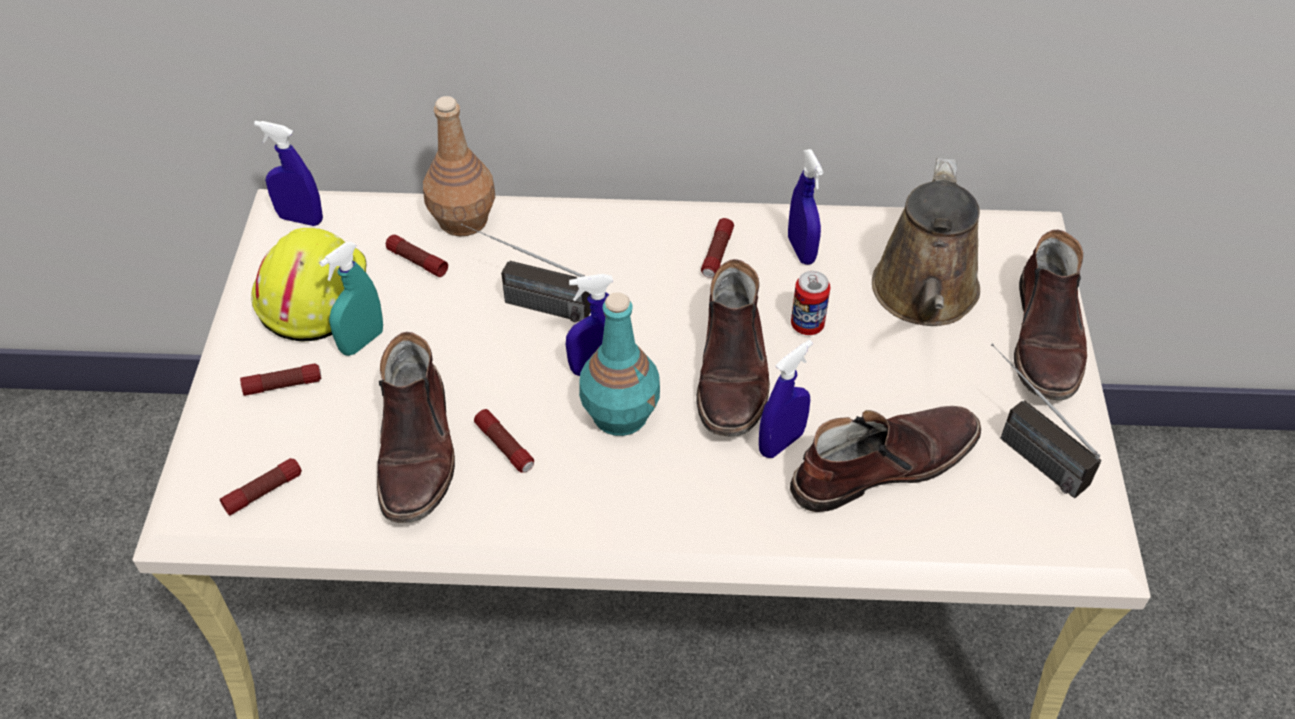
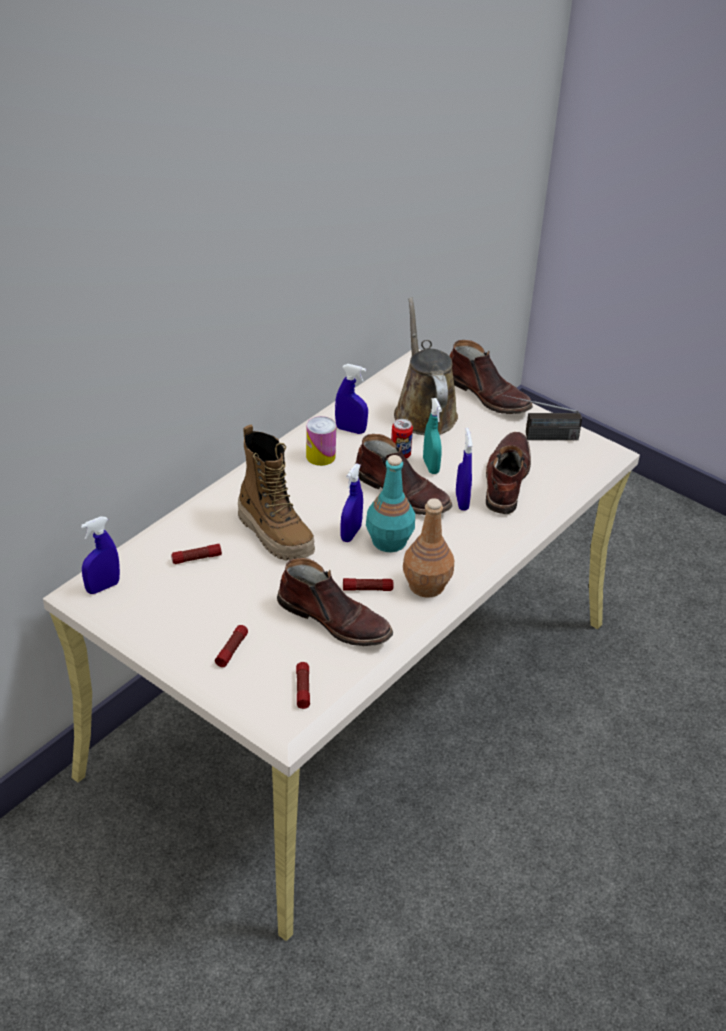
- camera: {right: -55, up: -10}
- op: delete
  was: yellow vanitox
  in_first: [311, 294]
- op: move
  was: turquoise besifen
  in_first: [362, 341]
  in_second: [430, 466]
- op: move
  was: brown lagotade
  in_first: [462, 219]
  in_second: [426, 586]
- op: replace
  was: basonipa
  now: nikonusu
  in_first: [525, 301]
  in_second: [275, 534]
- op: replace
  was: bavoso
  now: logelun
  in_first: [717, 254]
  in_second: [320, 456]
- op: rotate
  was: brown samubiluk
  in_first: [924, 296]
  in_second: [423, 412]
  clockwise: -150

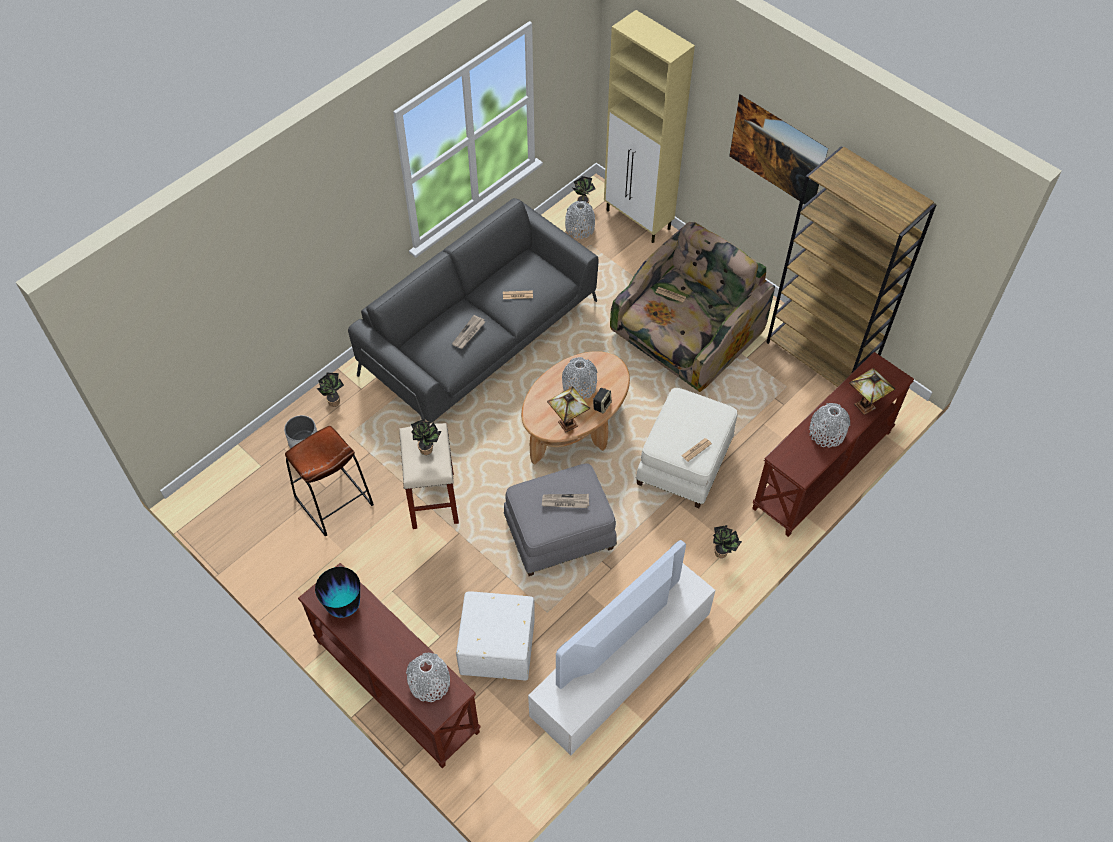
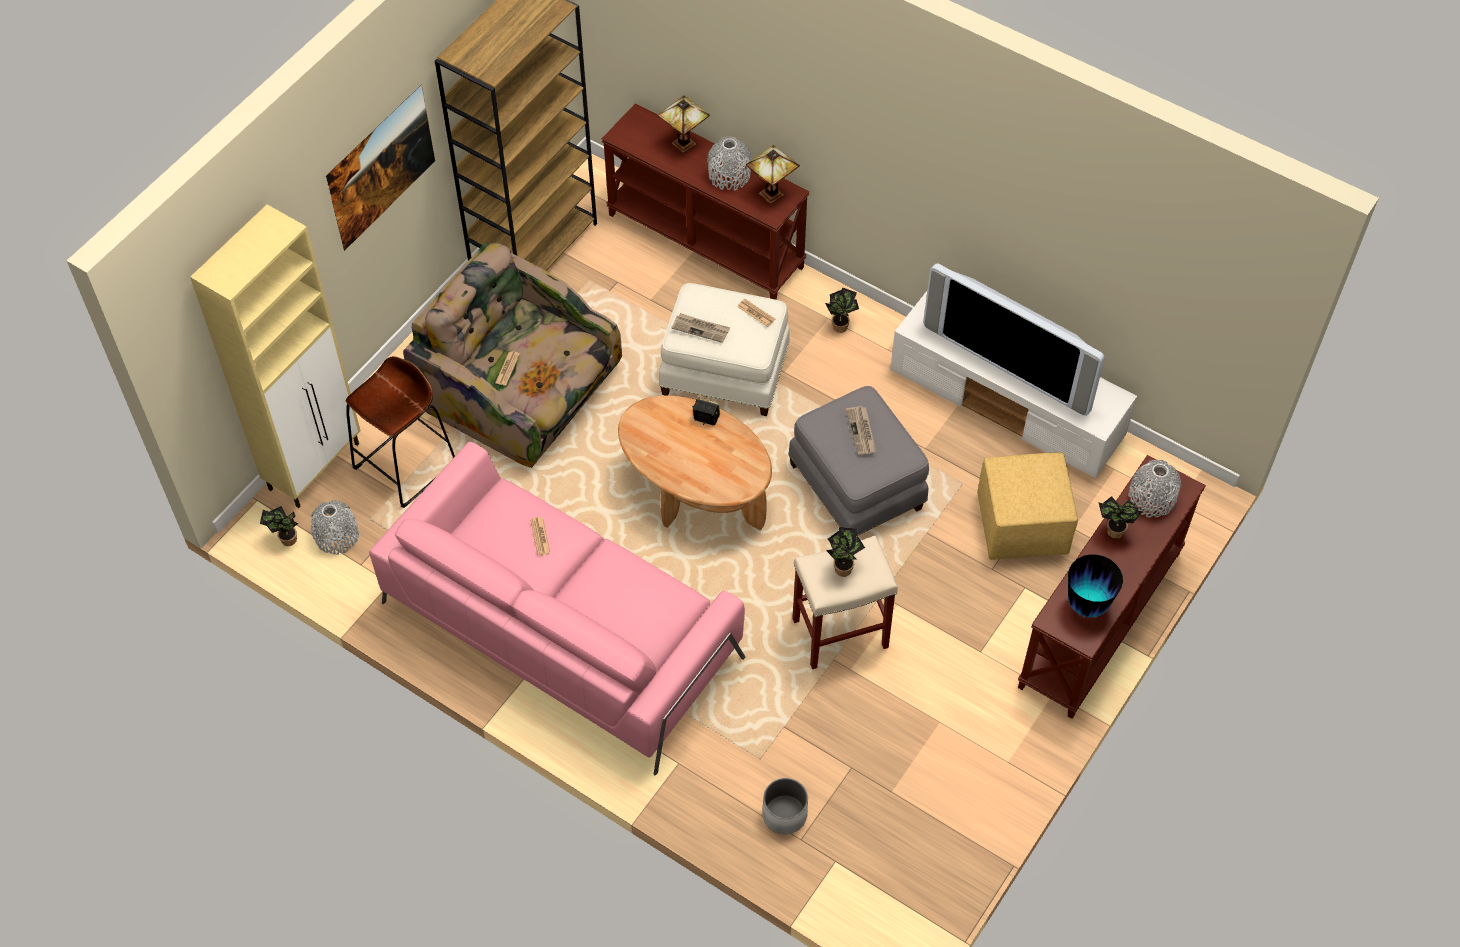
- camera: {right: -100, up: 0}
- op: delete
  was: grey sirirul
  in_first: [579, 386]
- op: move
  was: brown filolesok
  in_first: [334, 502]
  in_second: [405, 466]
- op: move
  was: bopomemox
  in_first: [333, 400]
  in_second: [1113, 532]
- op: move
  was: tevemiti
  in_first: [468, 333]
  in_second: [701, 329]
- op: move
  was: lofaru
  in_first: [569, 424]
  in_second: [771, 193]
- op: recolor
  was: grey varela
  now: pink varela
  in_first: [479, 337]
  in_second: [562, 629]
- op: recolor
  was: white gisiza
  now: yellow gisiza
  in_first: [497, 649]
  in_second: [1023, 526]

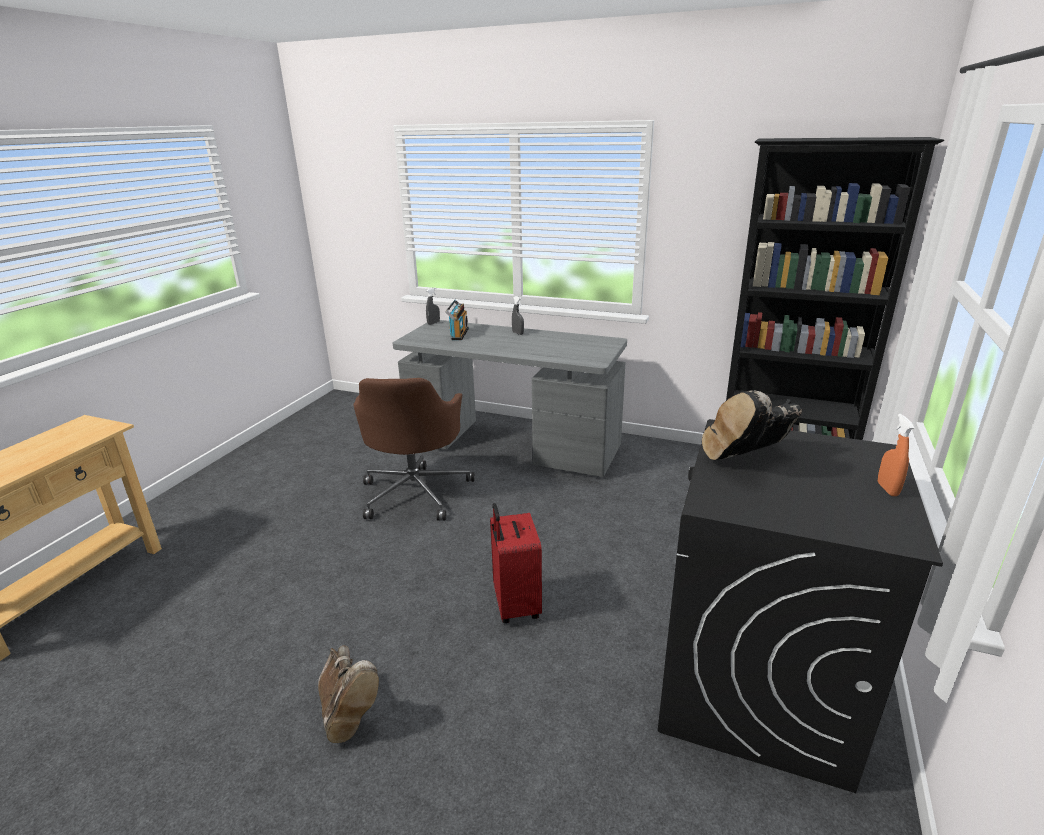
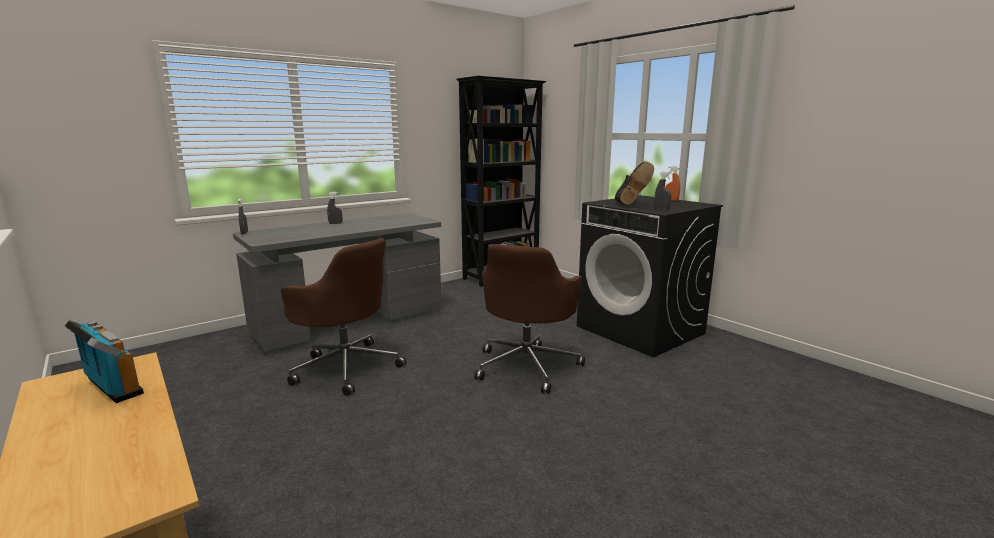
- camera: {right: -60, up: -10}
- op: delete
  was: brown nikonusu
  in_first: [347, 713]
- op: insert
  now: grey besifen
  in_second: [661, 209]
- op: move
  was: basonipa
  in_first: [458, 334]
  in_second: [110, 387]
- op: replace
  was: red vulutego
  now: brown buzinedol
  in_first: [515, 605]
  in_second: [527, 365]

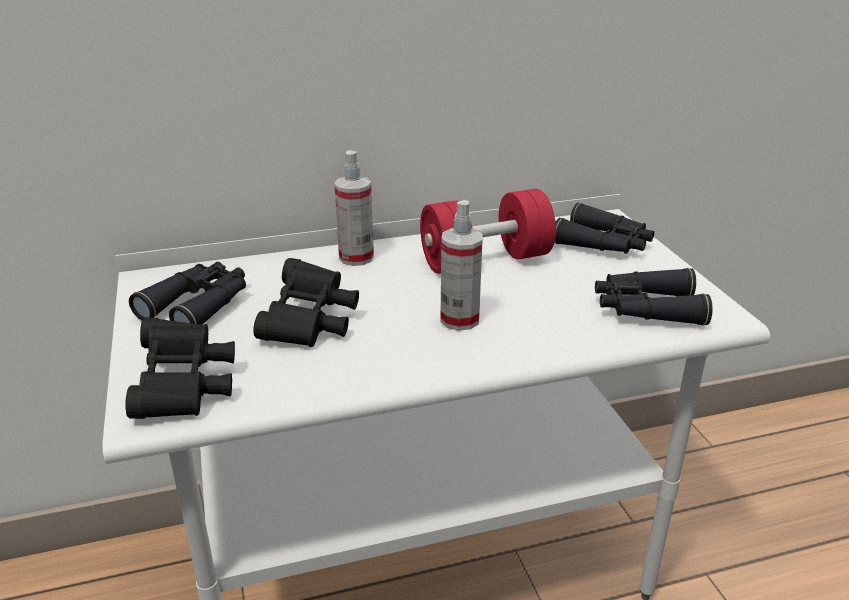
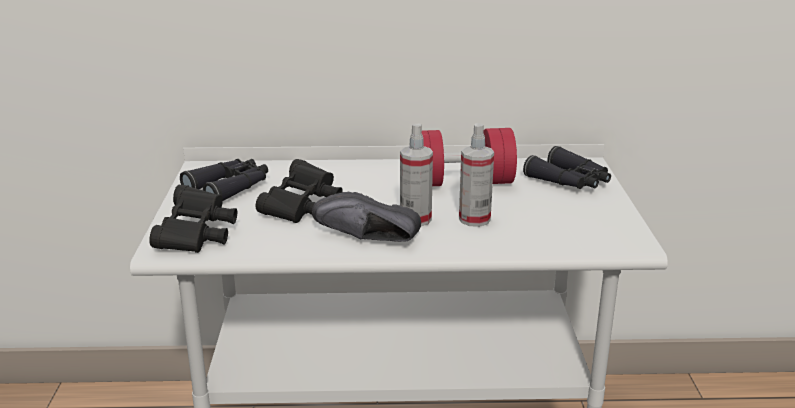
- camera: {right: 15, up: -5}
- op: delete
  was: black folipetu
  in_first: [646, 309]
- op: insert
  now: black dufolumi
  in_second: [366, 240]
- op: move
  was: besifen
  in_first: [356, 257]
  in_second: [474, 219]

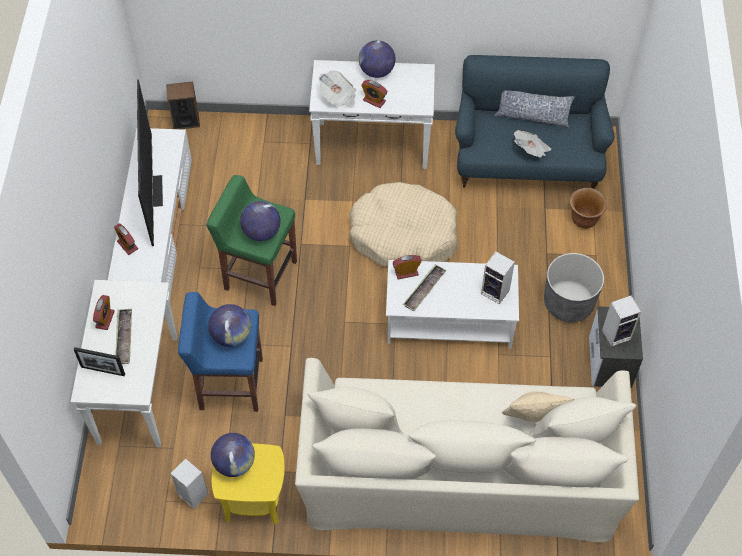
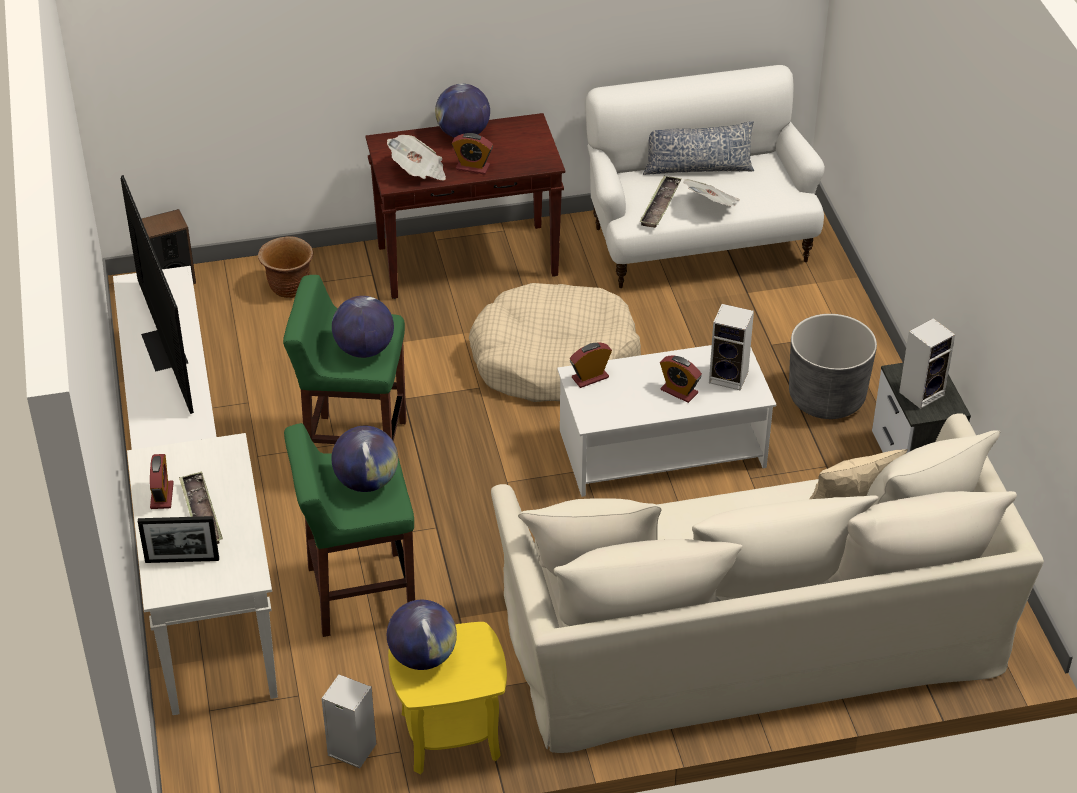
- camera: {right: -15, up: -15}
- op: move
  was: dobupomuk
  in_first: [127, 245]
  in_second: [679, 391]
- op: move
  was: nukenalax
  in_first: [424, 289]
  in_second: [660, 205]
- op: move
  was: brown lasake
  in_first: [583, 219]
  in_second: [288, 288]
- op: recolor
  was: blue filolesok
  now: green filolesok
  in_first: [230, 384]
  in_second: [358, 594]
- op: recolor
  was: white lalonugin
  now: brown lalonugin
  in_first: [373, 145]
  in_second: [469, 261]
- op: recolor
  was: blue varela
  now: white varela
  in_first: [526, 161]
  in_second: [699, 242]

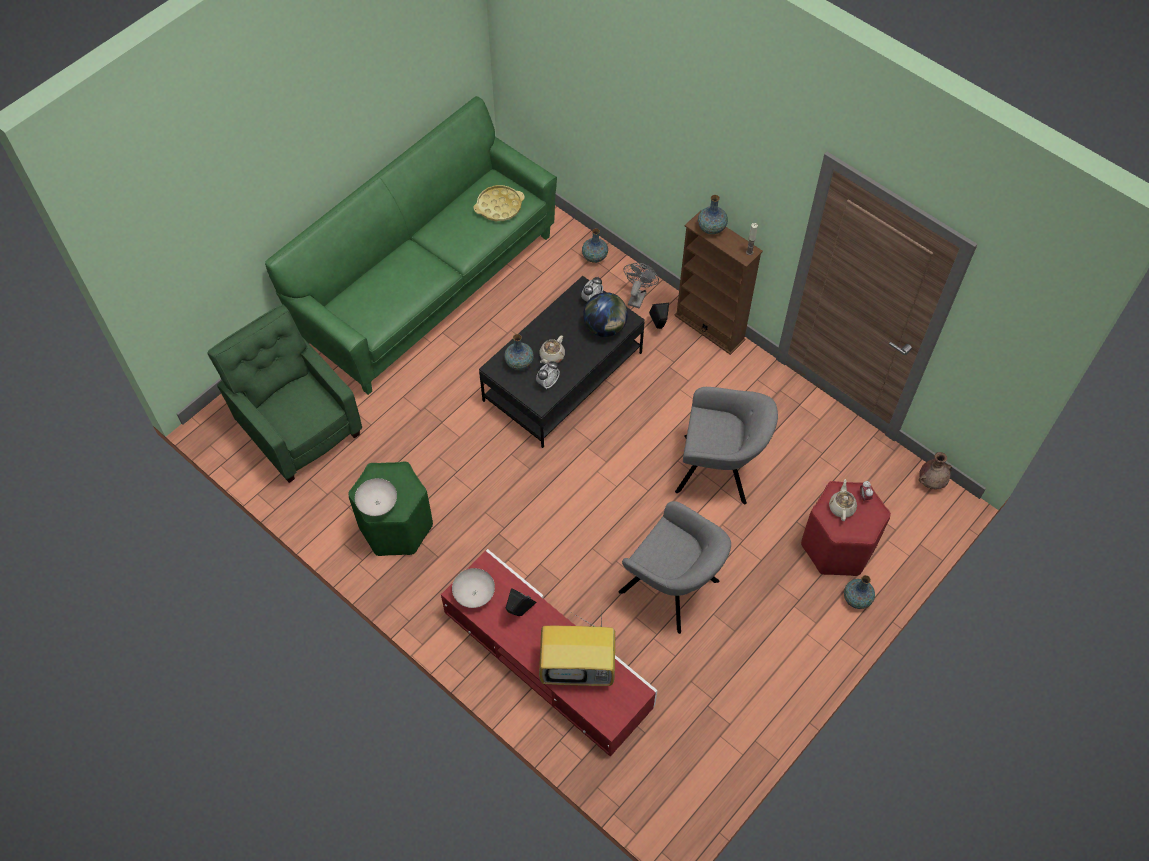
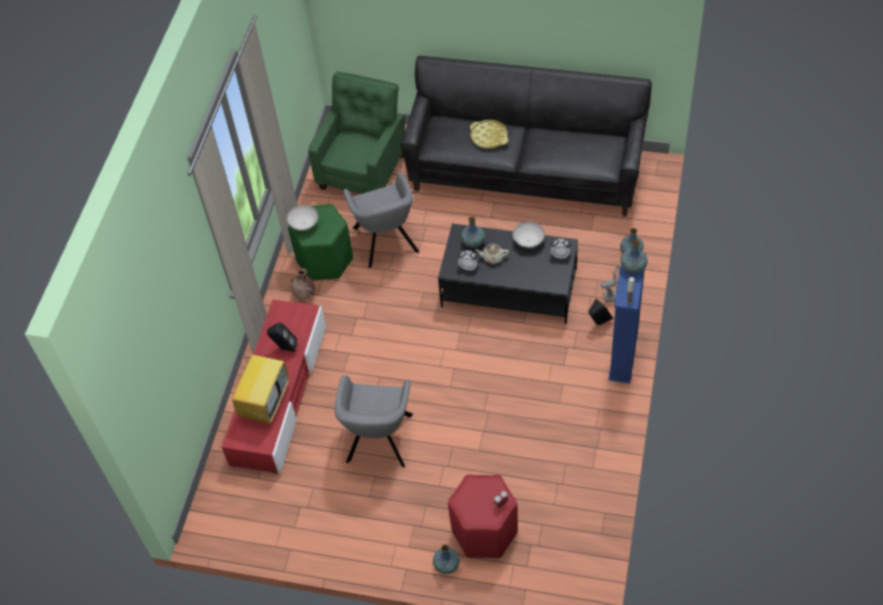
- camera: {right: 65, up: -5}
- op: delete
  was: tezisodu
  in_first: [605, 327]
- op: delete
  was: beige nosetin
  in_first: [841, 507]
- op: move
  was: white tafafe
  in_first: [474, 593]
  in_second: [529, 241]
- op: move
  was: yellow nukenalax
  in_first: [499, 206]
  in_second: [489, 137]
- op: move
  was: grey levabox
  in_first: [719, 470]
  in_second: [386, 242]
- op: move
  was: brown sirirul
  in_first: [931, 481]
  in_second: [304, 294]
- op: recolor
  was: green varela
  now: black varela
  in_first: [428, 287]
  in_second: [525, 173]
- op: recolor
  was: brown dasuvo
  now: blue dasuvo
  in_first: [709, 327]
  in_second: [623, 355]
- op: rotate
  was: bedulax
  in_first: [579, 666]
  in_second: [265, 401]
  clockwise: -135

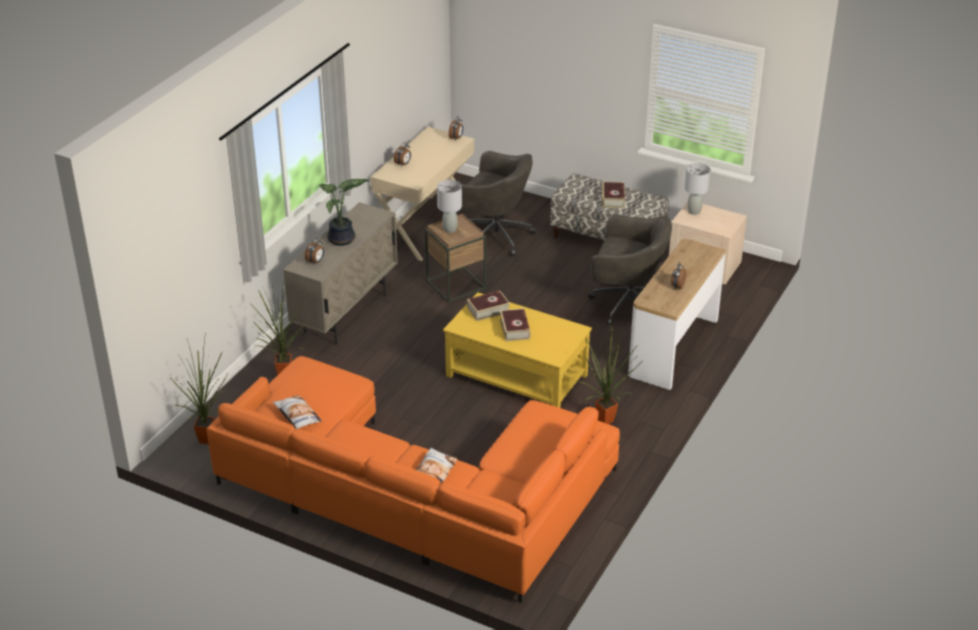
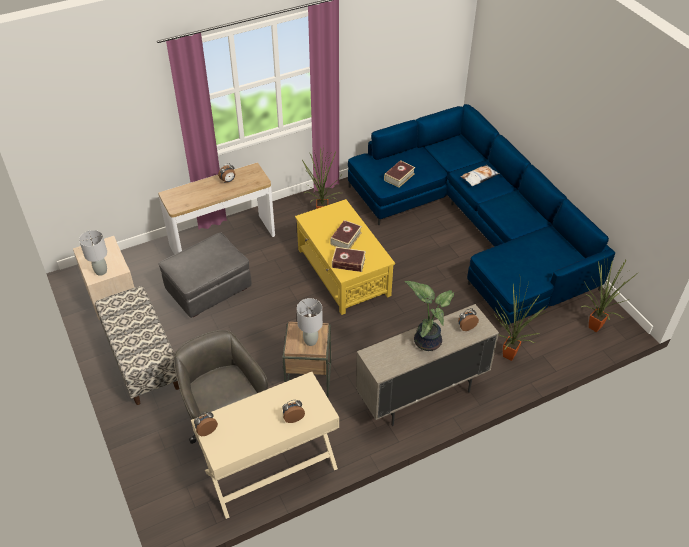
- camera: {right: -145, up: 10}
- op: delete
  was: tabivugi
  in_first: [297, 415]
- op: move
  was: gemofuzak
  in_first: [613, 199]
  in_second: [399, 177]
- op: replace
  was: grey buzinedol
  now: grey gisiza
  in_first: [626, 304]
  in_second: [208, 289]
- op: recolor
  was: orange varela
  now: blue varela
  in_first: [416, 494]
  in_second: [475, 225]

